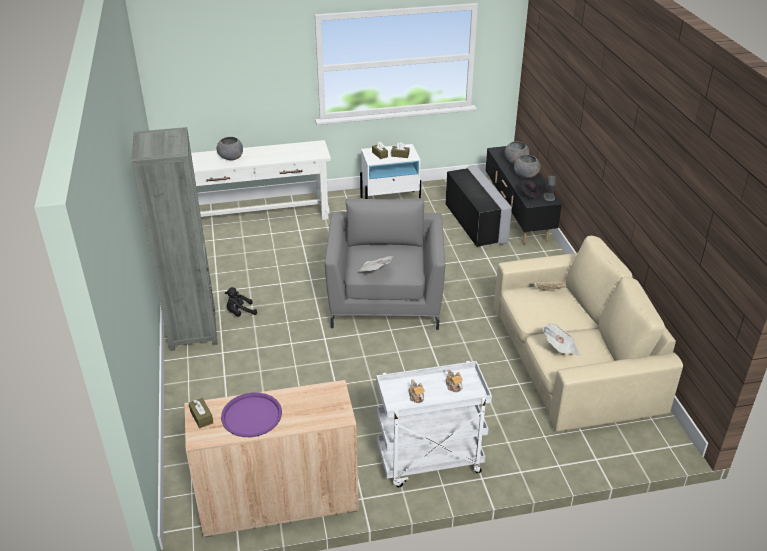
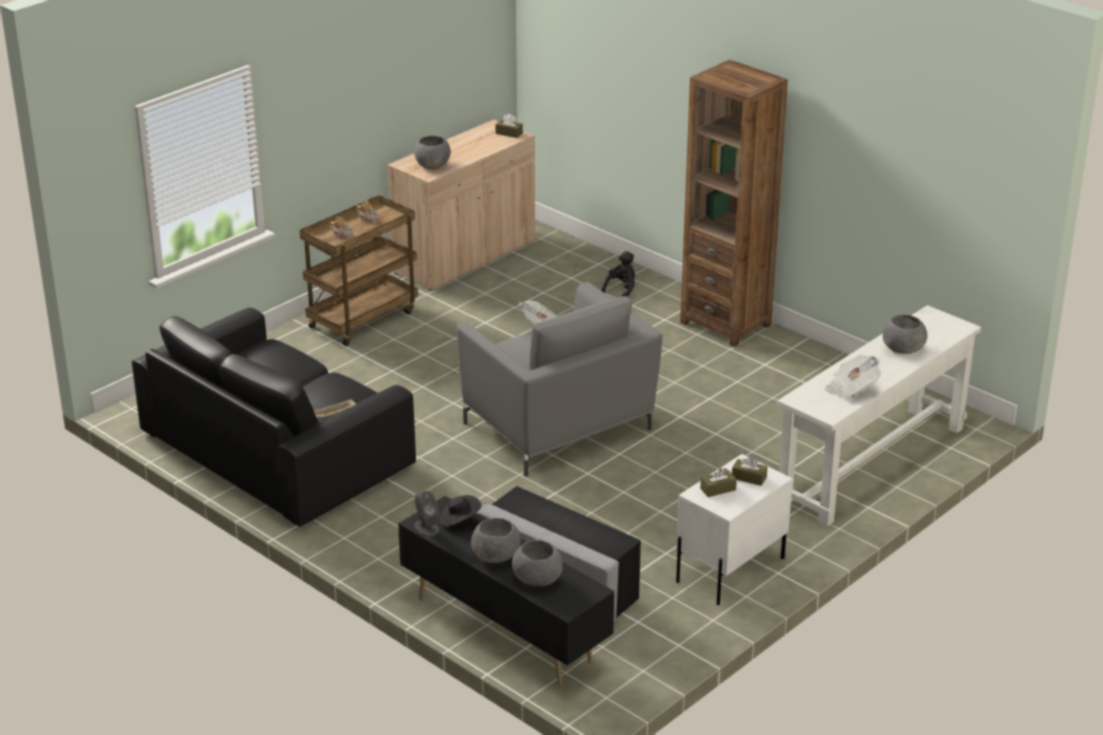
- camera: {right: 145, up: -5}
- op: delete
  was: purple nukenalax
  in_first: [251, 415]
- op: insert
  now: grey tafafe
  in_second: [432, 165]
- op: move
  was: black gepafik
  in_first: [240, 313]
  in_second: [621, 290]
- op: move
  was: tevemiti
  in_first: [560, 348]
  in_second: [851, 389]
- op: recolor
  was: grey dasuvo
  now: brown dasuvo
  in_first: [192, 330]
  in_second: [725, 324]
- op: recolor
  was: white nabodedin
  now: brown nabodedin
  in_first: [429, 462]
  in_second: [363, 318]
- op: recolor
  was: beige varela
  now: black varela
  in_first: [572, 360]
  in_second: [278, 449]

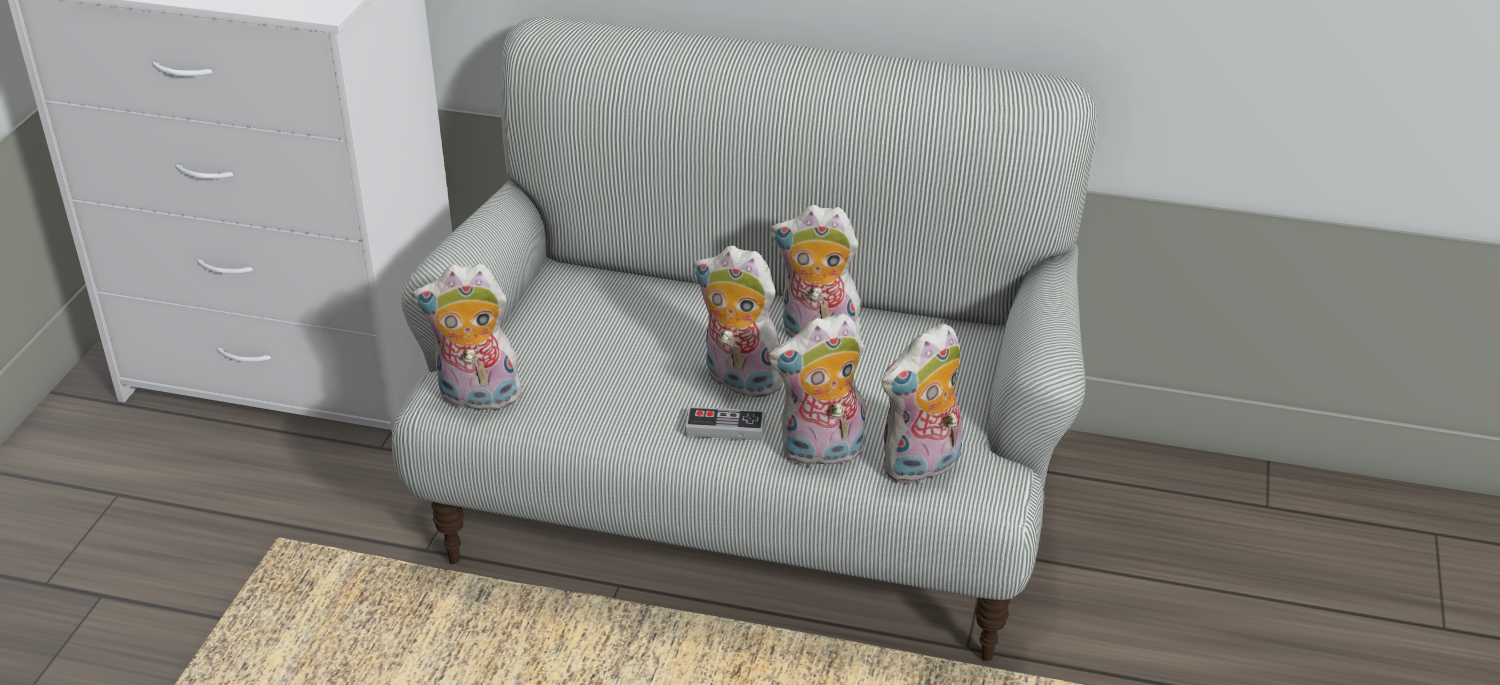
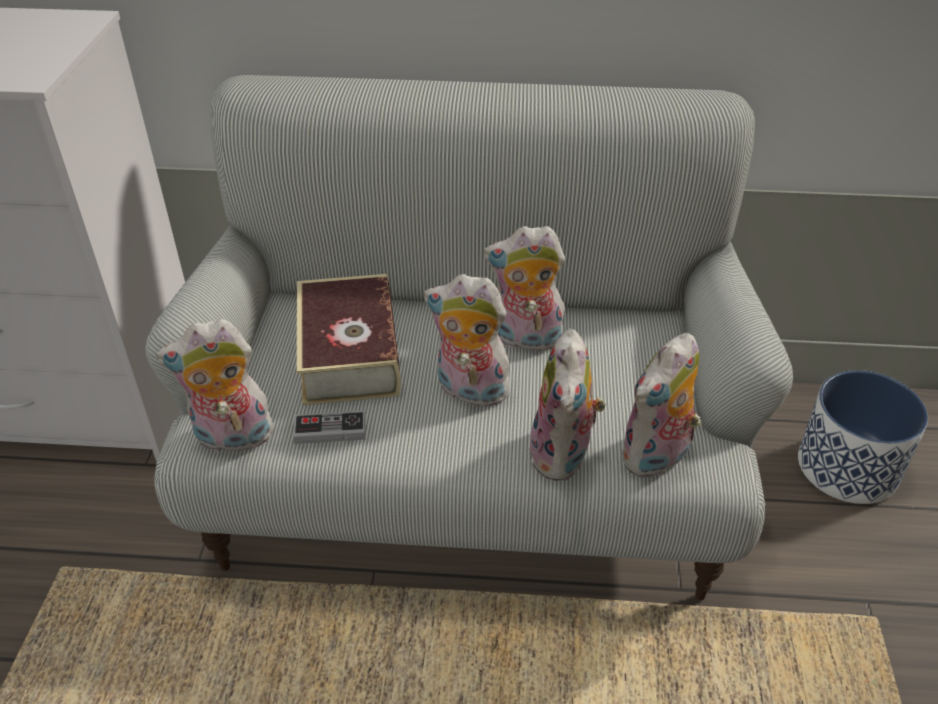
- camera: {right: -10, up: 5}
- op: insert
  now: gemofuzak
  in_second: [349, 352]
- op: insert
  now: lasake
  in_second: [847, 467]
- op: move
  was: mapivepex
  in_first: [725, 427]
  in_second: [330, 430]
- op: rotate
  was: gepafik
  in_first: [821, 453]
  in_second: [563, 456]
  clockwise: -60

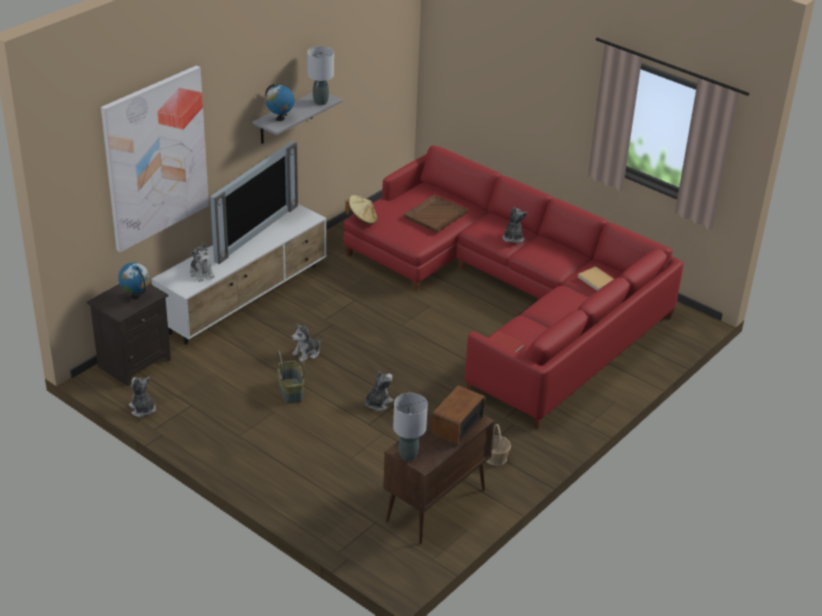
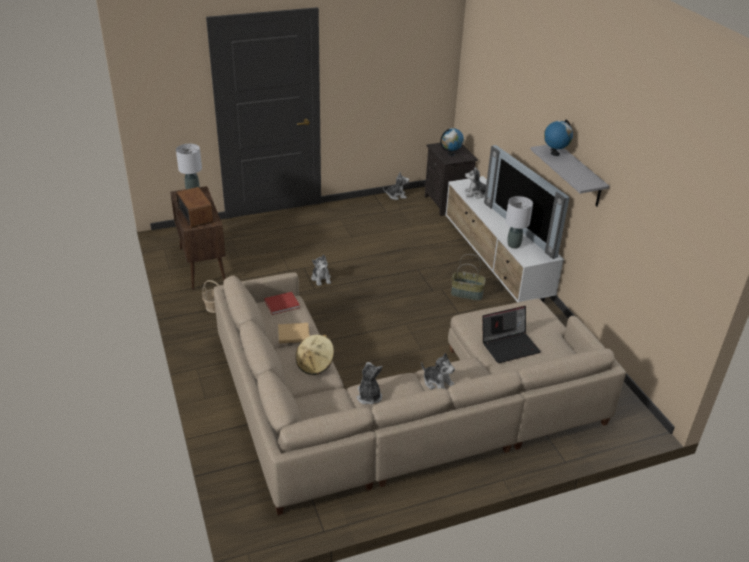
- camera: {right: 120, up: 0}
- op: delete
  was: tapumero
  in_first: [156, 158]
- op: move
  was: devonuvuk
  in_first: [290, 391]
  in_second: [467, 293]
- op: move
  was: gepafik
  in_first: [307, 353]
  in_second: [369, 396]
- op: move
  was: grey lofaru
  in_first: [320, 102]
  in_second: [513, 245]
- op: move
  was: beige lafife
  in_first: [362, 219]
  in_second: [315, 364]
- op: move
  was: beige gemofuzak
  in_first: [597, 280]
  in_second: [292, 334]
- op: replace
  was: brown nukenalax
  now: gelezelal
  in_first: [435, 215]
  in_second: [510, 345]
- op: recolor
  was: red varela
  now: beige varela
  in_first: [511, 297]
  in_second: [399, 406]

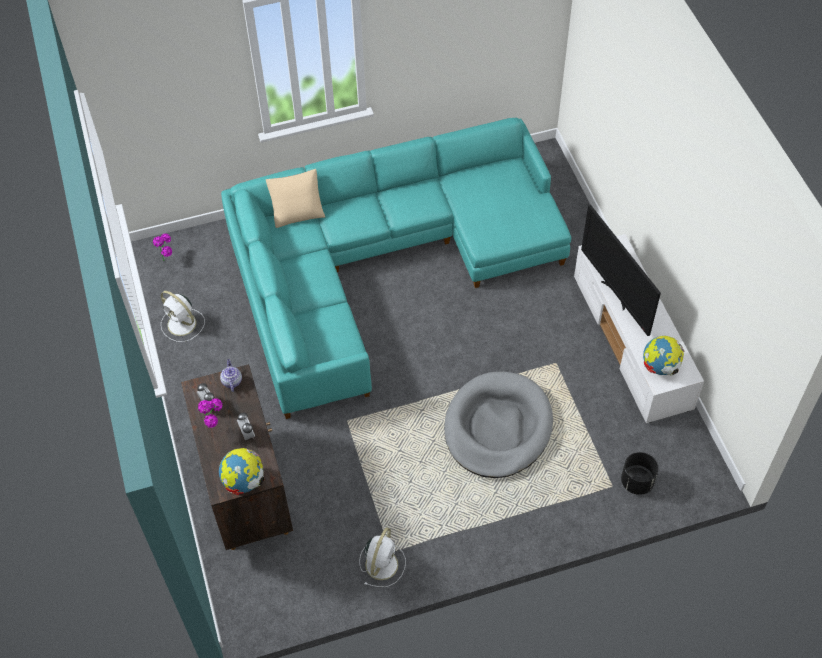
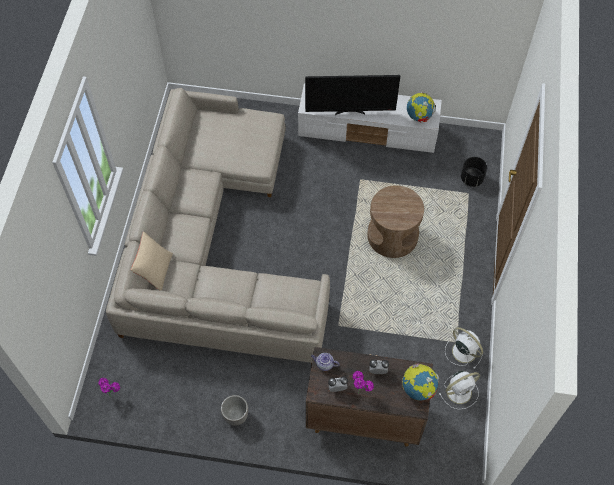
- camera: {right: -65, up: 5}
- op: insert
  now: lasake
  in_second: [235, 416]
- op: move
  was: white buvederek
  in_first: [183, 324]
  in_second: [460, 391]
- op: replace
  was: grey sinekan
  now: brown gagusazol
  in_first: [497, 427]
  in_second: [392, 236]
- op: recolor
  was: turquoise varela
  now: beige varela
  in_first: [383, 263]
  in_second: [213, 244]

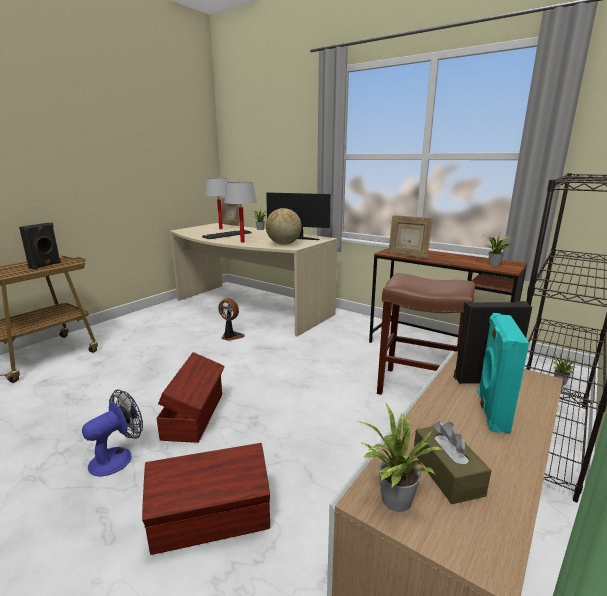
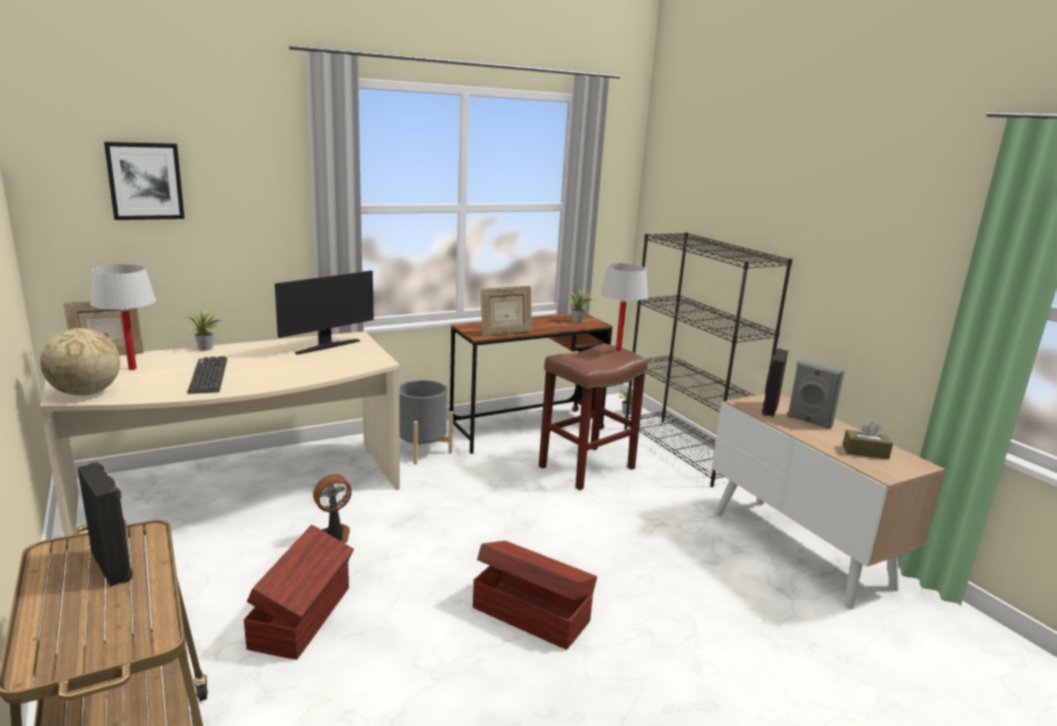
- camera: {right: -65, up: 0}
- op: delete
  was: buvederek
  in_first: [118, 457]
- op: delete
  was: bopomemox
  in_first: [392, 500]
- op: insert
  now: tapumero
  in_second: [145, 181]
- op: insert
  now: grey lasake
  in_second: [421, 450]
- op: move
  was: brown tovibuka
  in_first: [212, 520]
  in_second: [303, 616]
- op: move
  was: white lofaru
  in_first: [242, 242]
  in_second: [618, 350]
- op: move
  was: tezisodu
  in_first: [283, 244]
  in_second: [85, 393]
- op: recolor
  was: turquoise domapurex
  now: grey domapurex
  in_first: [491, 411]
  in_second: [809, 421]

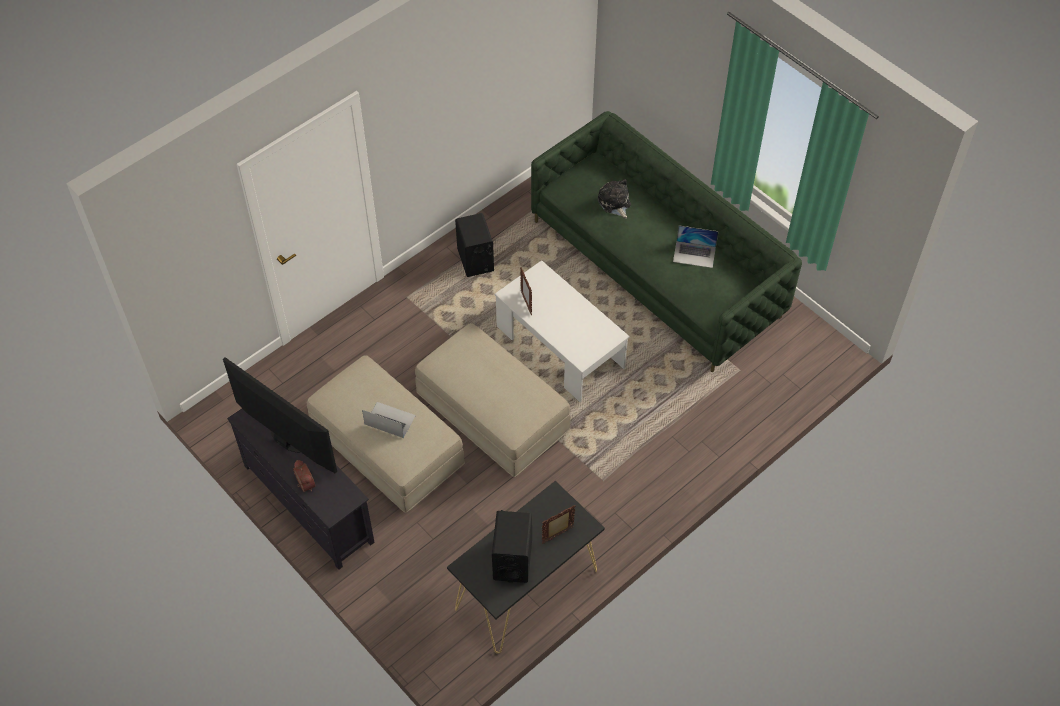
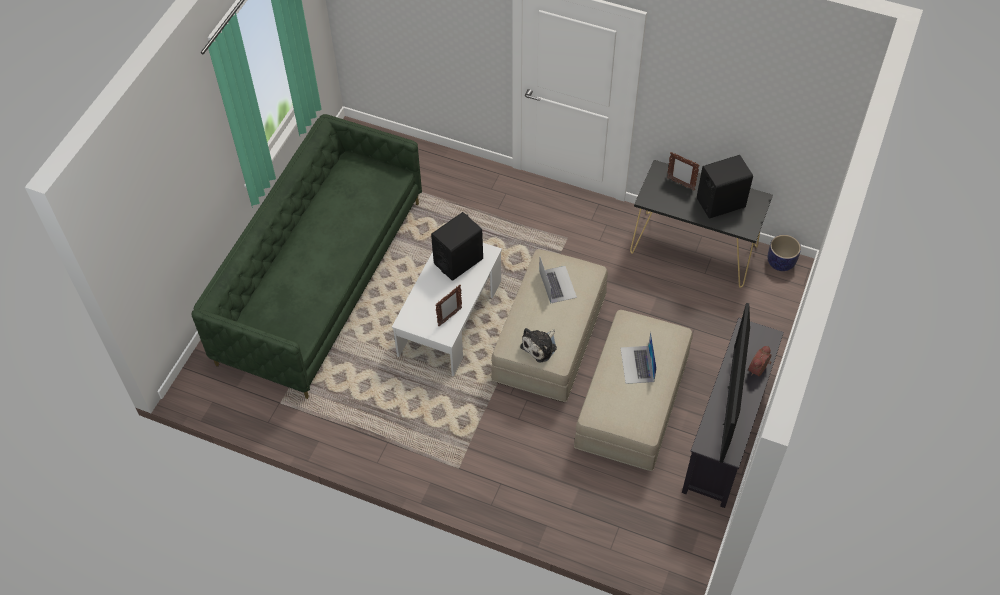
- camera: {right: -115, up: 0}
- op: insert
  now: lasake
  in_second: [780, 263]
- op: move
  was: black domapurex
  in_first: [475, 260]
  in_second: [458, 261]
- op: move
  was: gepafik
  in_first: [614, 203]
  in_second: [540, 346]
- op: move
  was: gelezelal
  in_first: [694, 254]
  in_second: [557, 284]

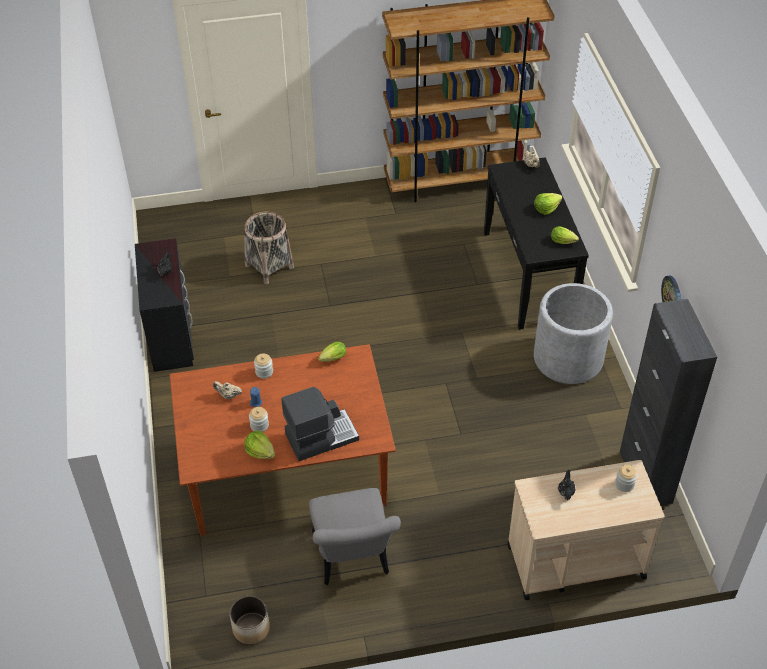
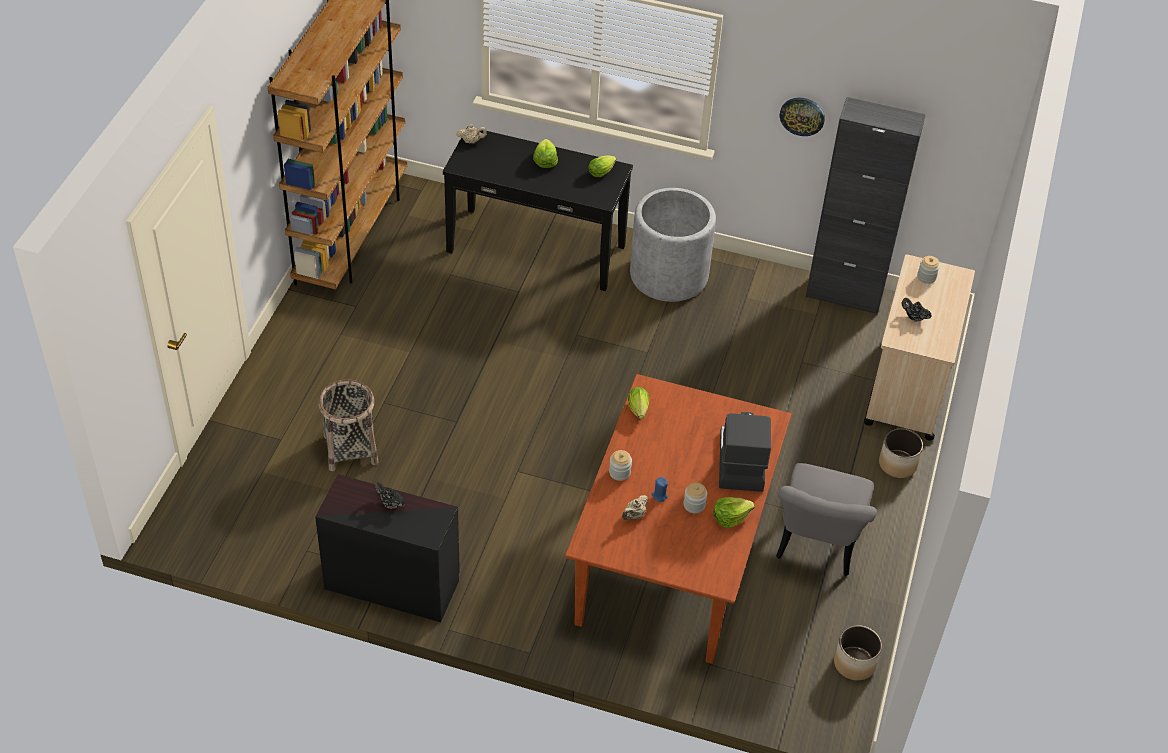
- camera: {right: -65, up: 0}
- op: insert
  now: lasake
  in_second: [897, 464]
- op: rotate
  was: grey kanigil
  in_first: [353, 560]
  in_second: [816, 547]
  clockwise: 90

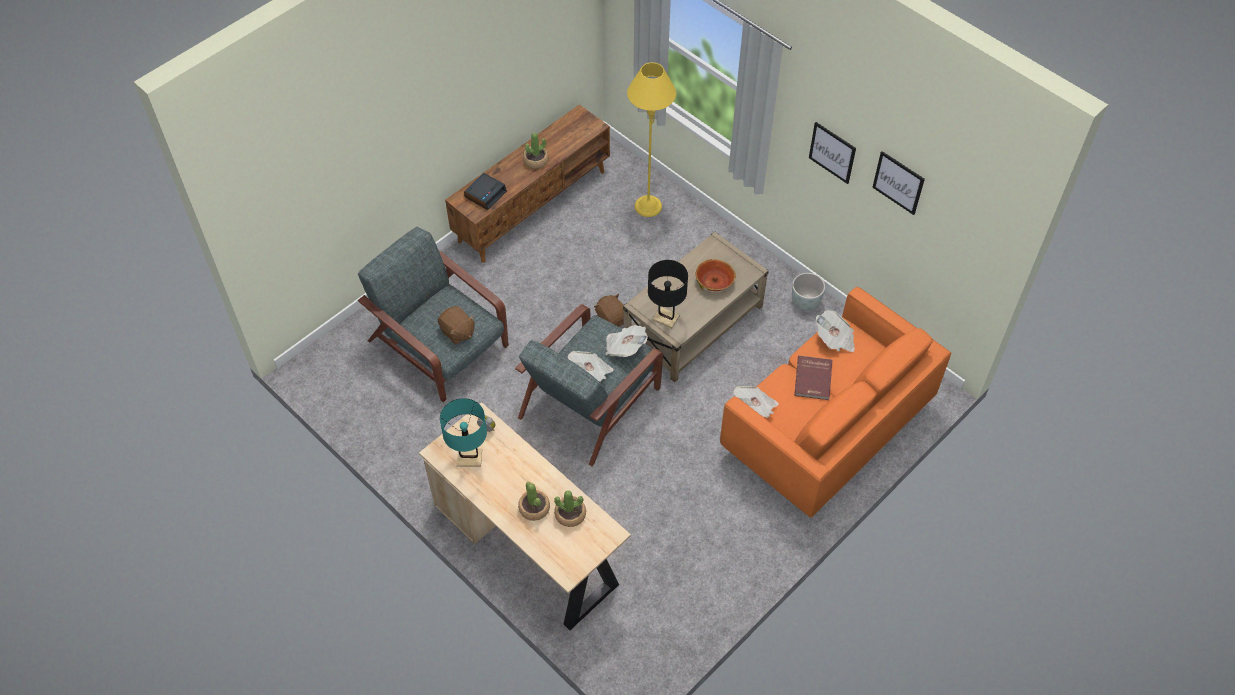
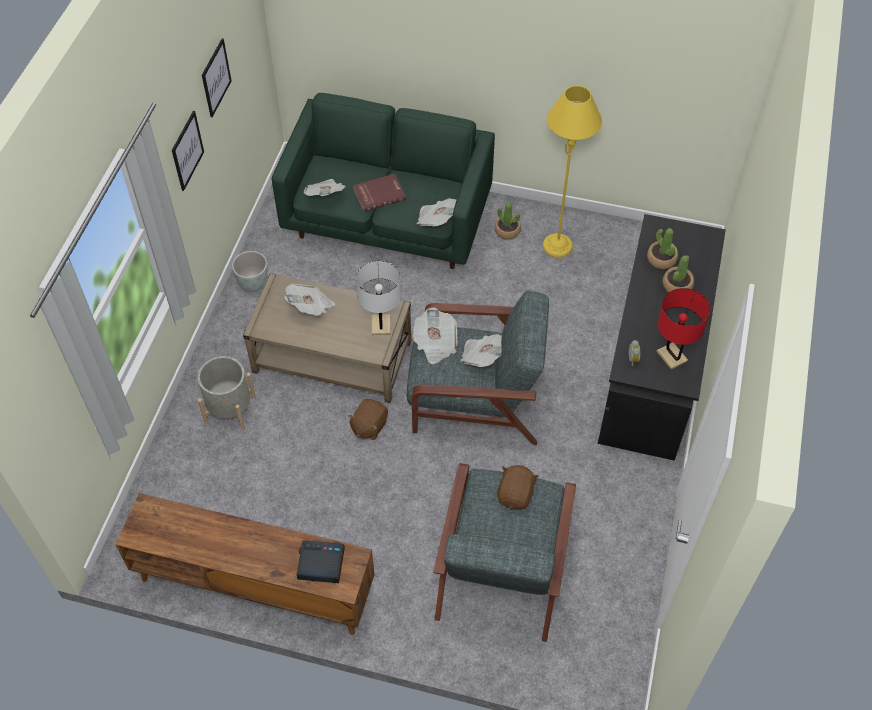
- camera: {right: -120, up: 0}
- op: insert
  now: grey lasake
  in_second: [230, 409]
- op: move
  was: bopomemox
  in_first: [535, 161]
  in_second: [507, 231]
- op: move
  was: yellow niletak
  in_first: [648, 206]
  in_second: [557, 245]
- op: replace
  was: tafafe
  now: tevemiti
  in_first: [714, 282]
  in_second: [311, 307]
- op: recolor
  was: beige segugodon
  now: black segugodon
  in_first: [528, 546]
  in_second: [652, 368]
- op: recolor
  was: turquoise lofaru
  now: red lofaru
  in_first: [469, 458]
  in_second: [672, 356]
- op: recolor
  was: black lofaru
  now: white lofaru
  in_first: [666, 318]
  in_second: [381, 325]
- op: recolor
  was: orange varela
  now: green varela
  in_first: [824, 429]
  in_second: [387, 220]

